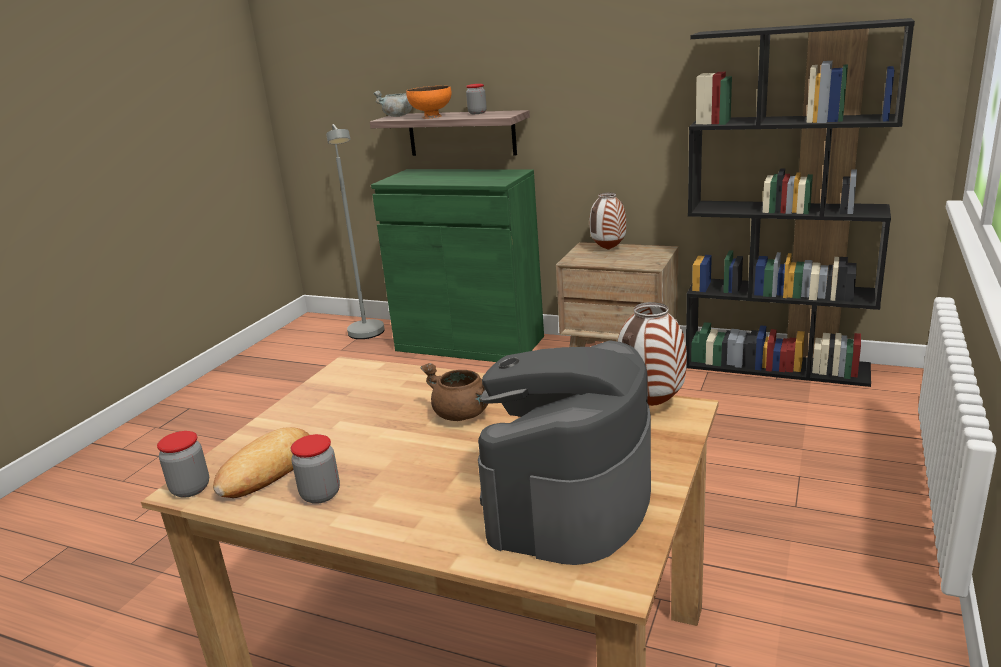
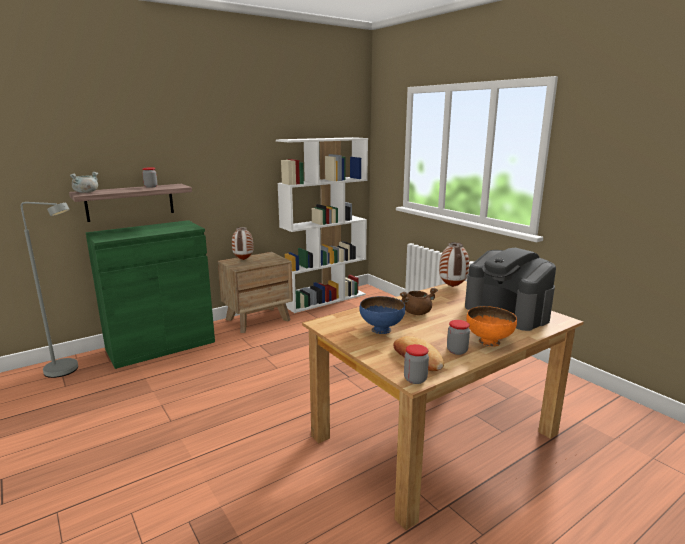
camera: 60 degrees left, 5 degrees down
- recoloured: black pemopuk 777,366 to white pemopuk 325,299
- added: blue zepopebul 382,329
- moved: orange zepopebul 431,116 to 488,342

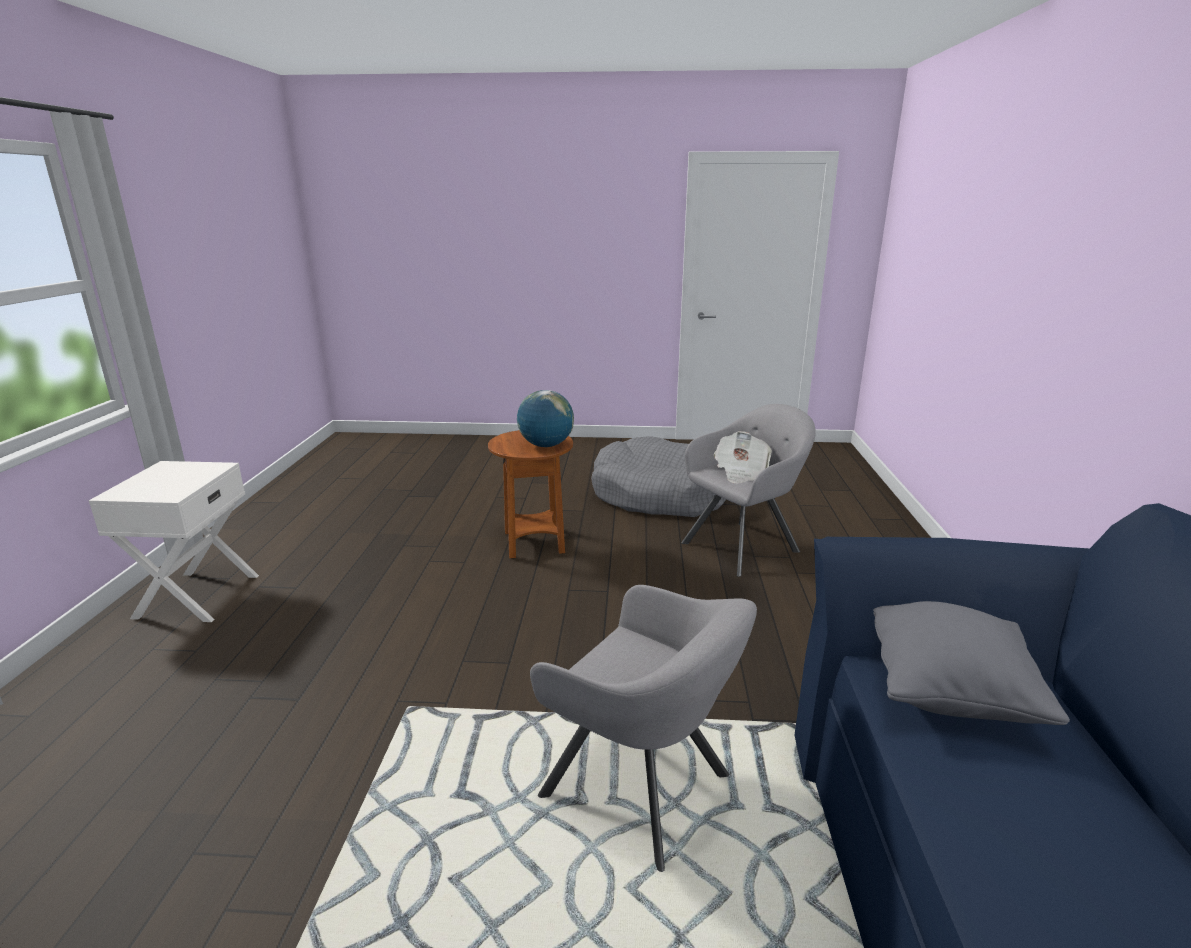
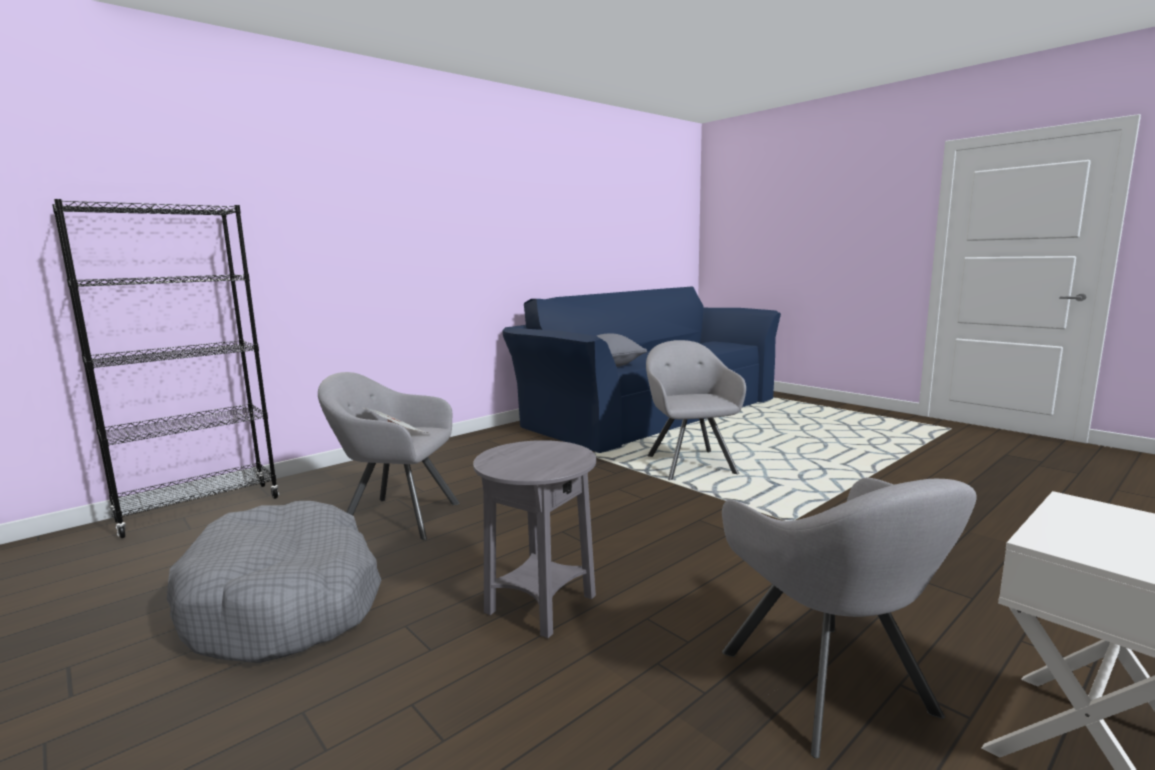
camera: 135 degrees left, 10 degrees down
- added: black pemopuk 199,509
- recoloured: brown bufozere 534,543 to grey bufozere 540,605
- added: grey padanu 831,688
- removed: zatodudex 546,445

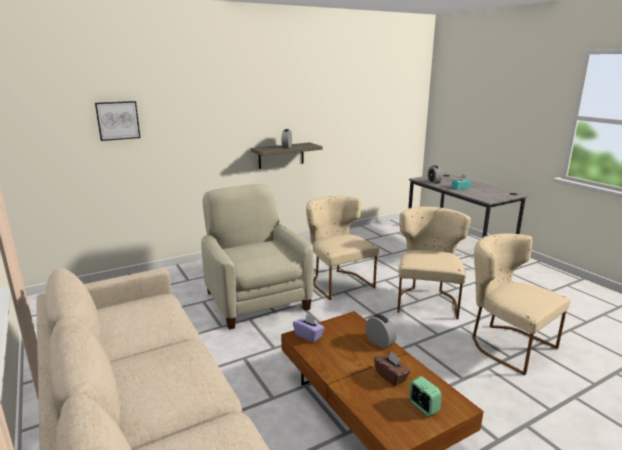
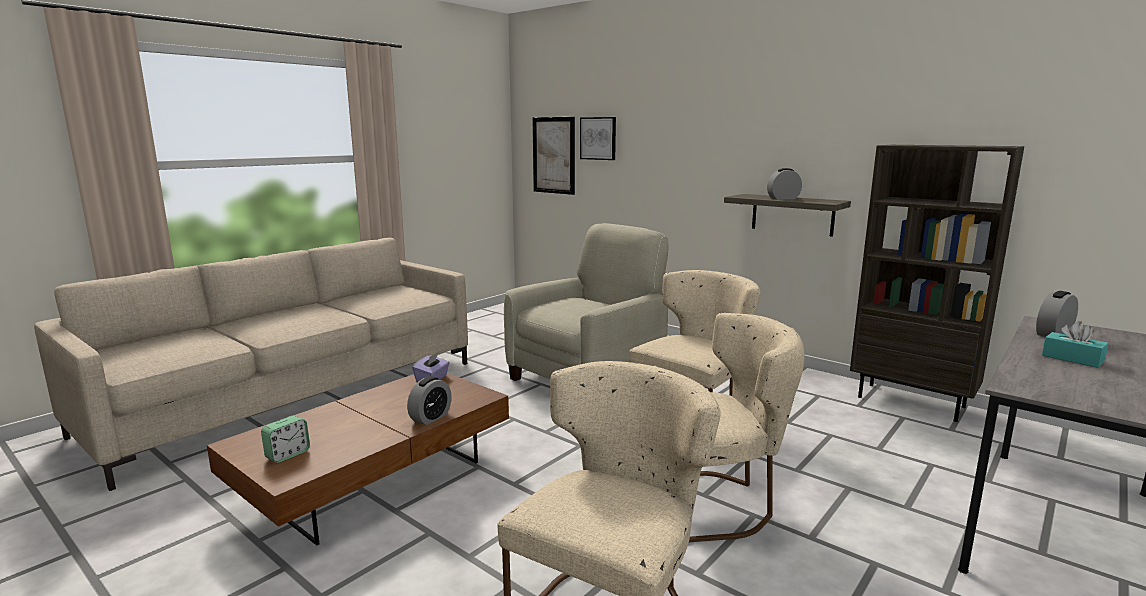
camera: 70 degrees right, 5 degrees down
- added: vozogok 553,155
- added: brown pemopuk 912,402
- removed: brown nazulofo 391,376

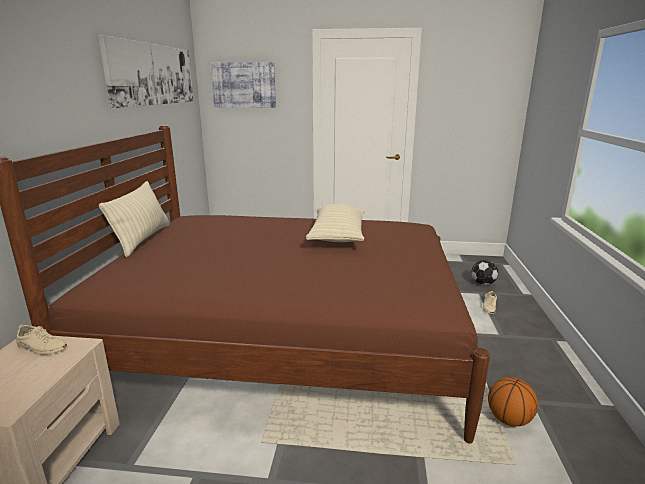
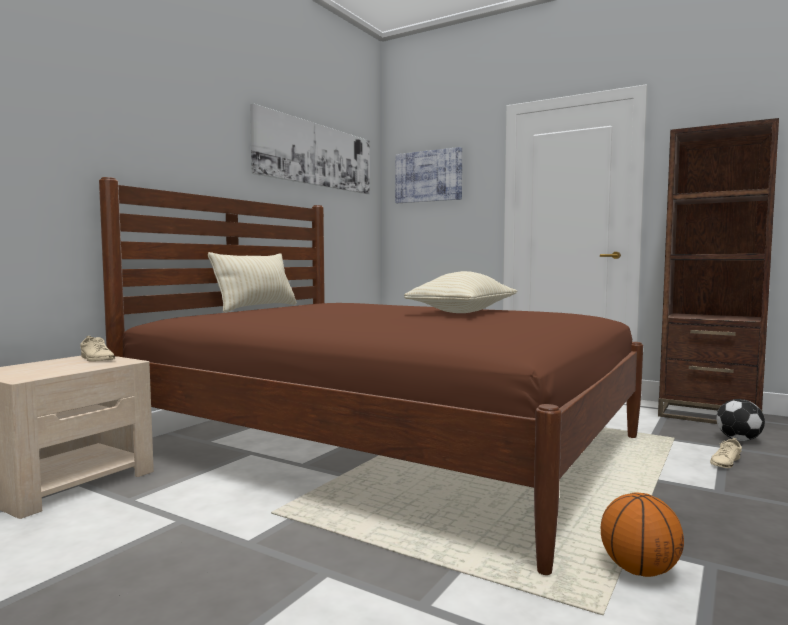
camera: 25 degrees right, 15 degrees down
- added: brown pemopuk 709,415

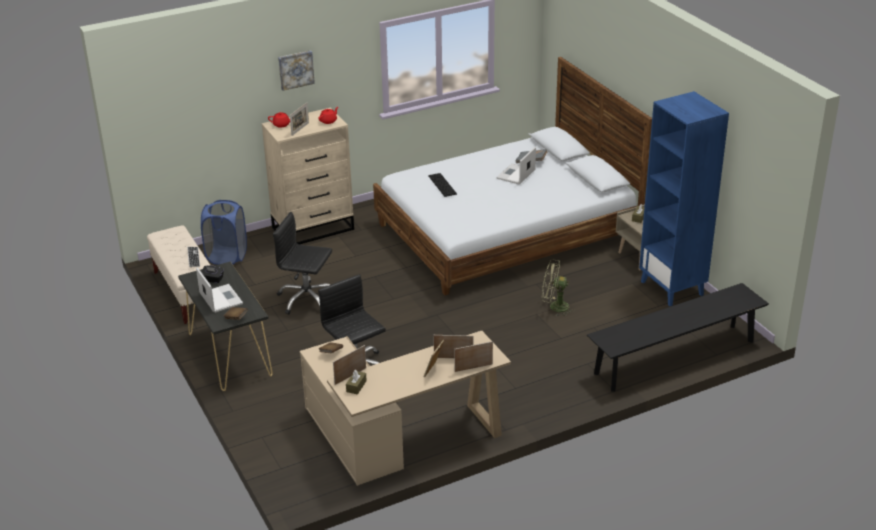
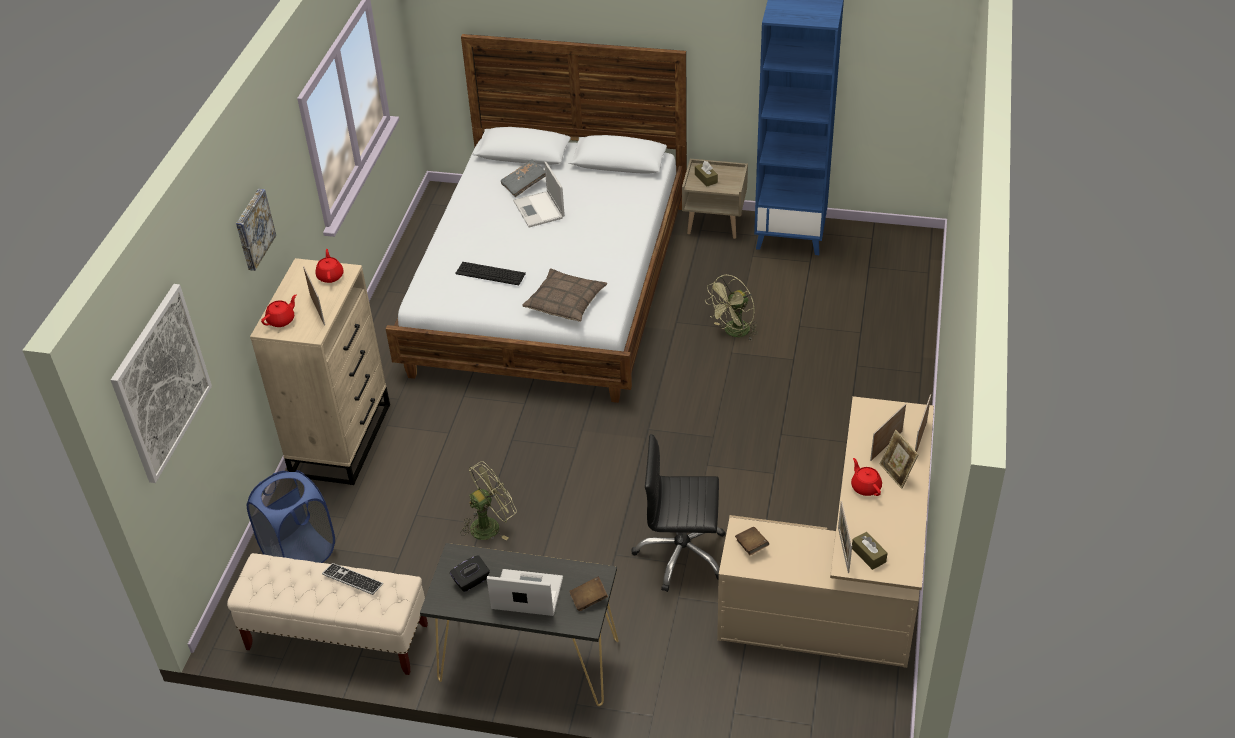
camera: 50 degrees left, 10 degrees up
- added: vozogok 161,382
- replaced: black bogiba 306,299 to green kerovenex 490,525
- added: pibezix 565,302
- added: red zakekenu 865,487
- removed: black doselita 674,357

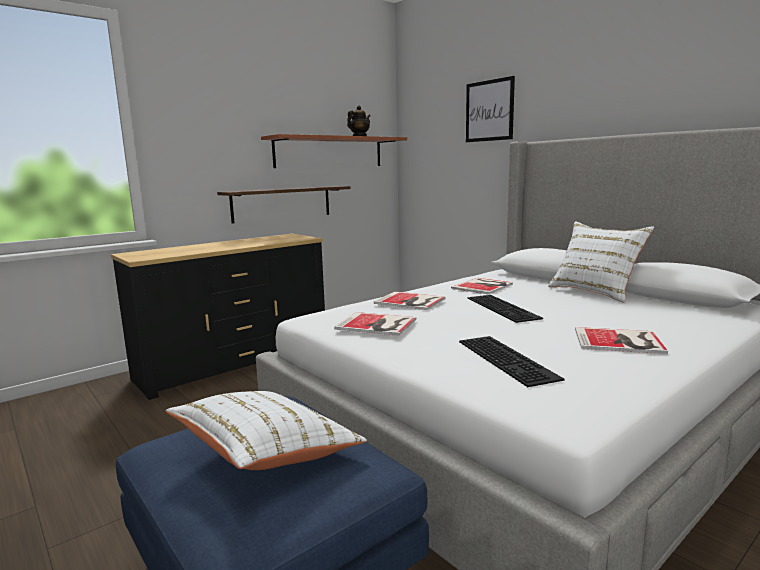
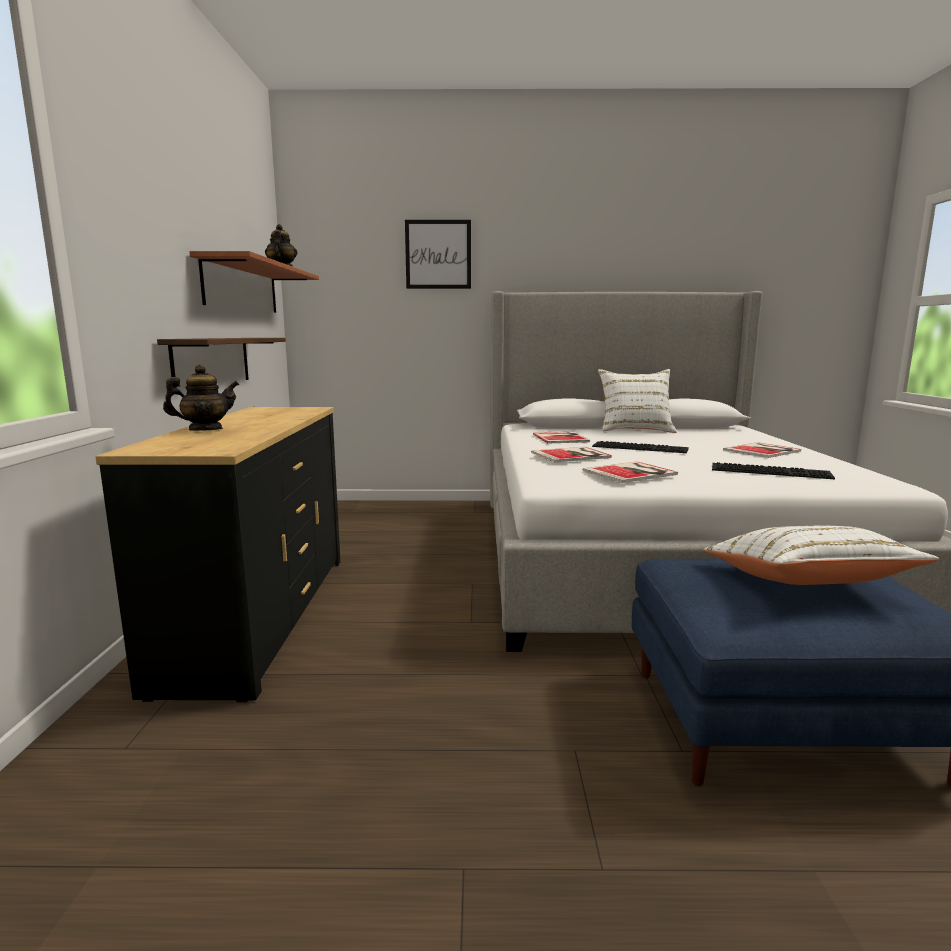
camera: 50 degrees left, 0 degrees up
- added: zakekenu 205,430

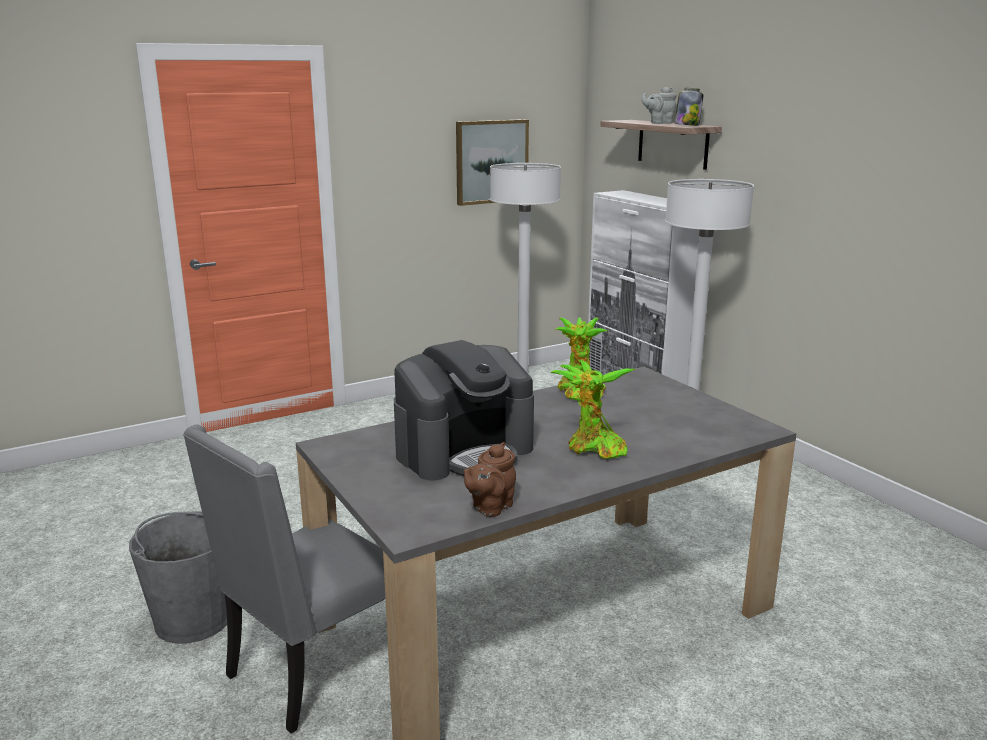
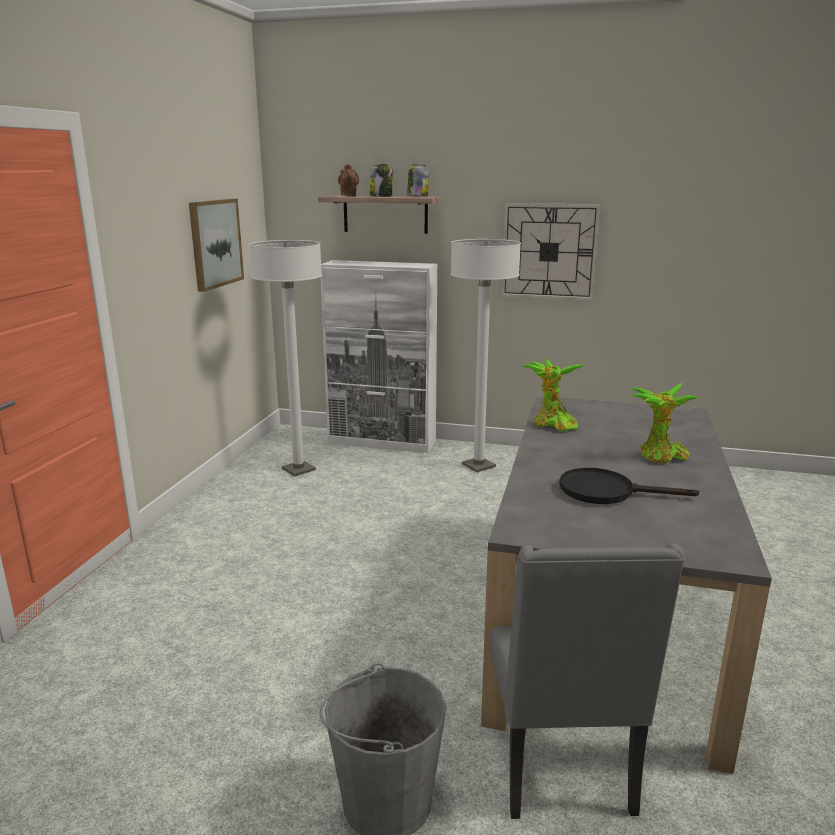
camera: 45 degrees left, 0 degrees up
- moved: brown zakekenu 490,508 to 348,196
- replaced: grey zakekenu 659,123 to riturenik 381,196
- added: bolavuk 549,251
- replaced: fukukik 464,451 to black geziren 607,491

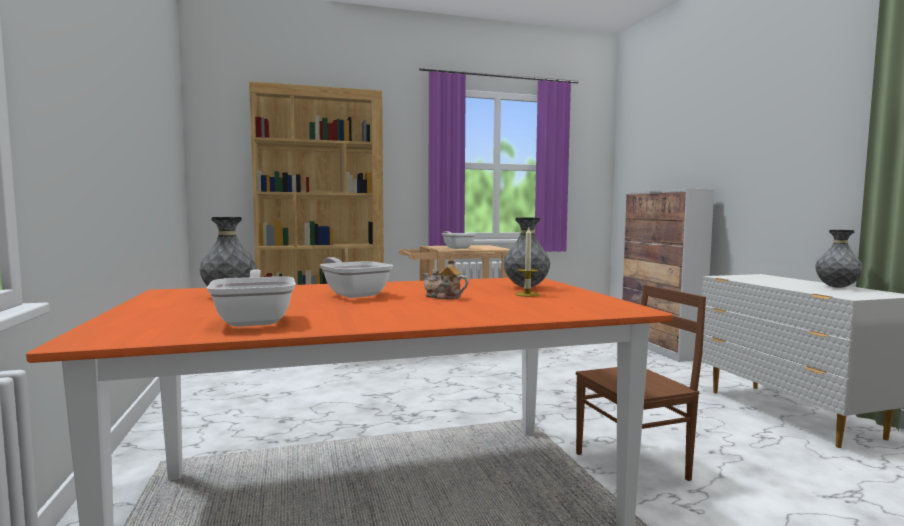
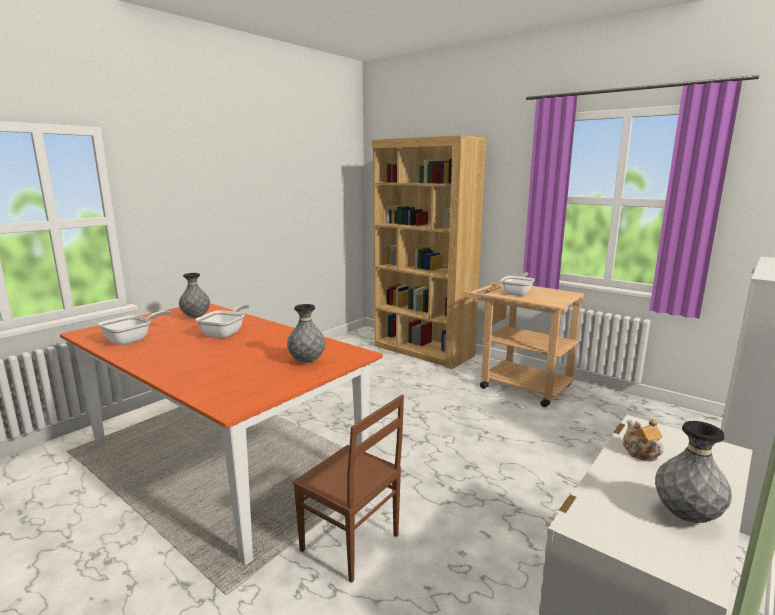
camera: 55 degrees right, 10 degrees up
- moved: zakekenu 443,297 to 639,452
- removed: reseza 527,294

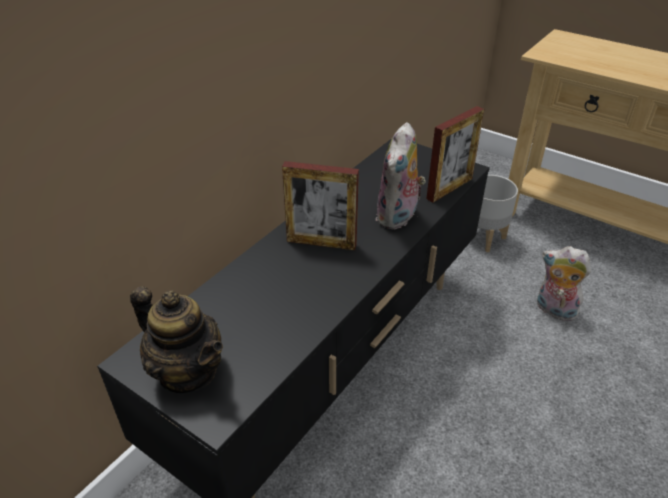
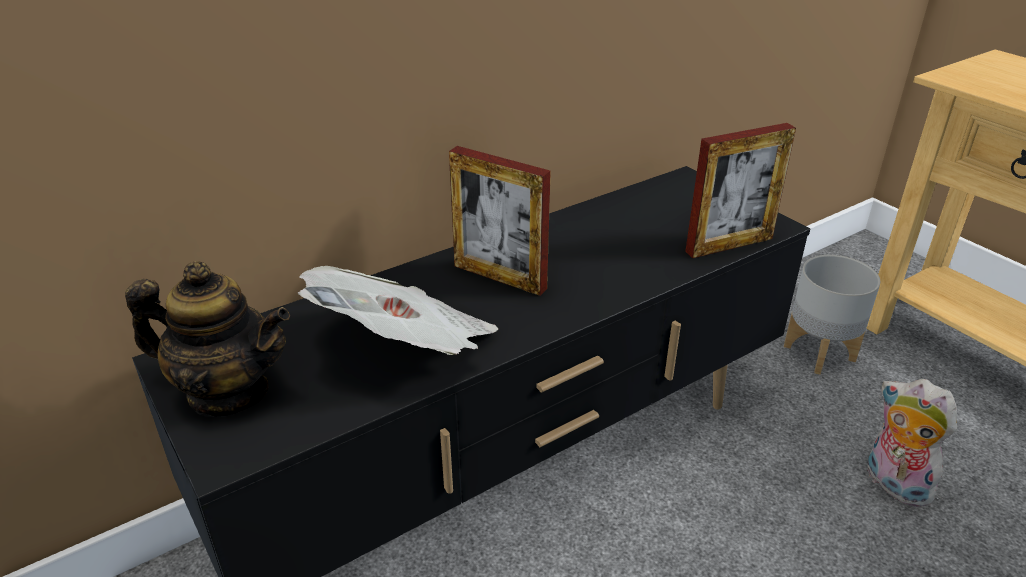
camera: 20 degrees right, 5 degrees down
- turned: zakekenu 188,372 = 228,392 45 degrees counterclockwise
- added: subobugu 407,349
- removed: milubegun 398,217

